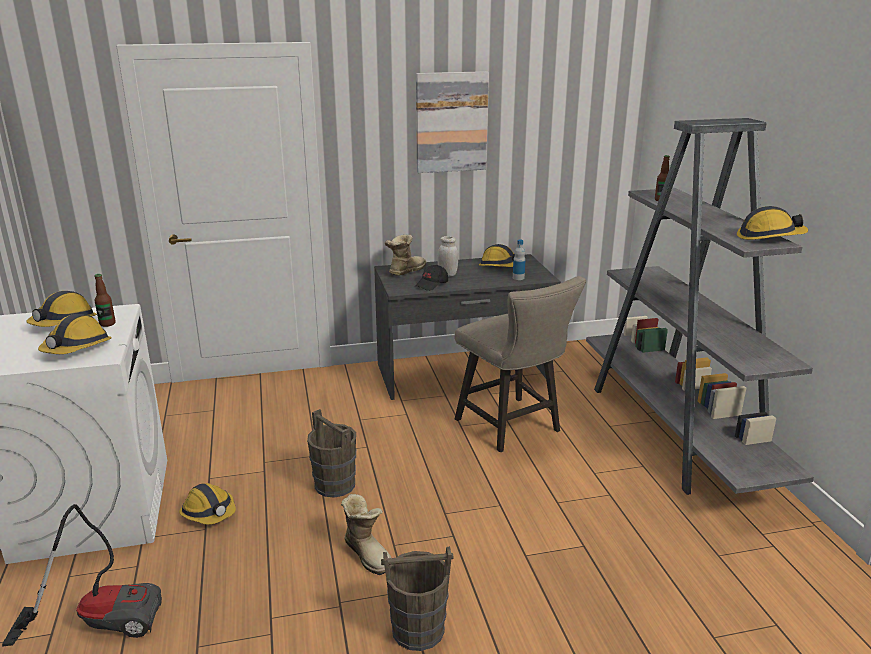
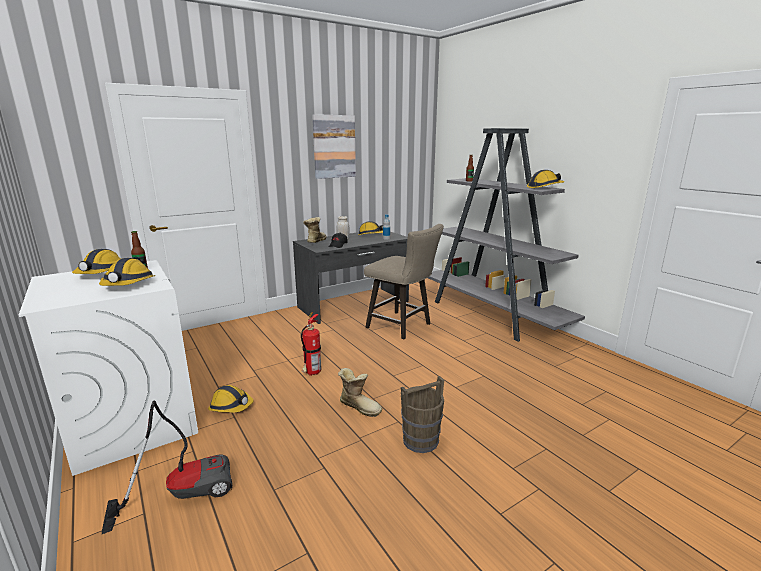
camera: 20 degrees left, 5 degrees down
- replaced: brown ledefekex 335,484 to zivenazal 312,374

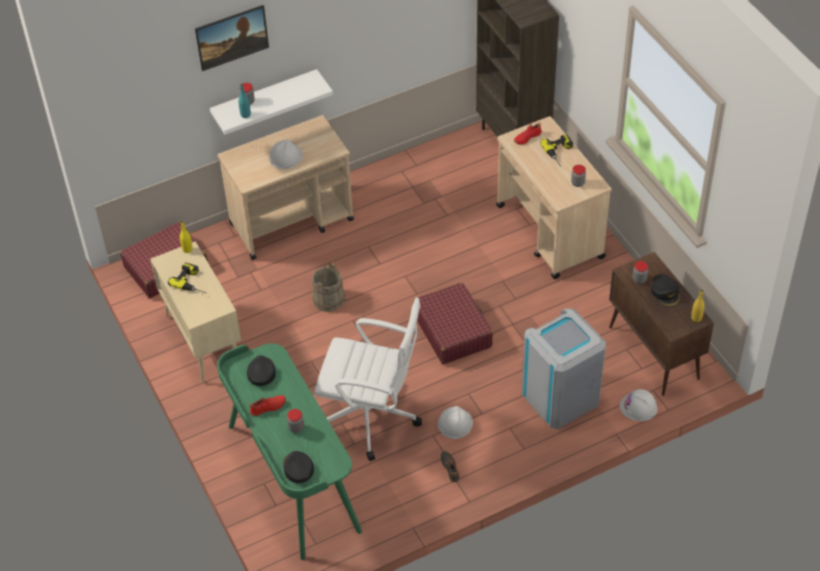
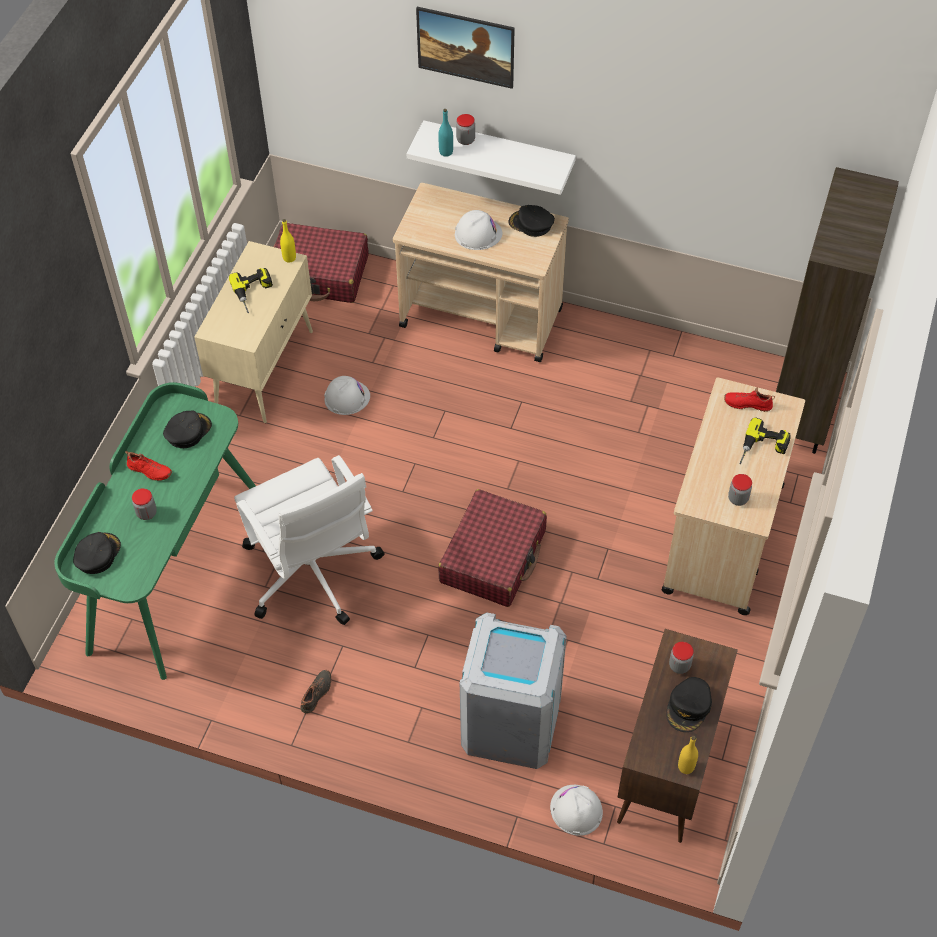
camera: 45 degrees right, 5 degrees up
- moved: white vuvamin 455,423 to 347,397
- added: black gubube 531,224
- removed: beige ledefekex 328,299

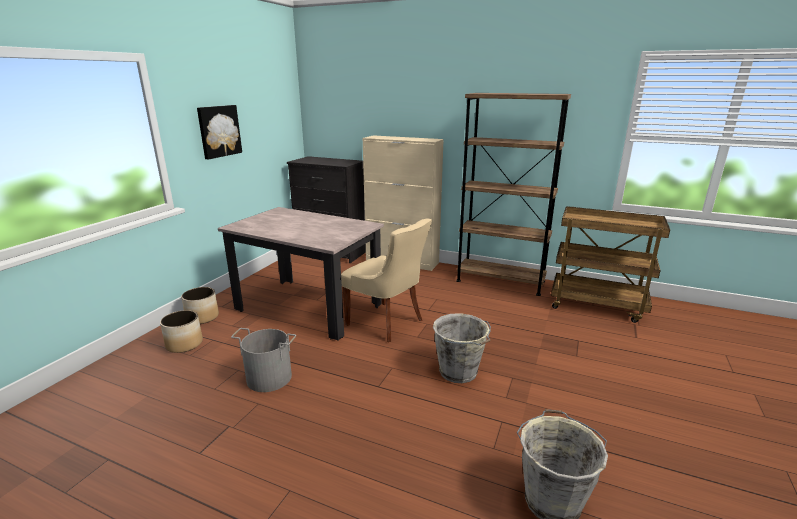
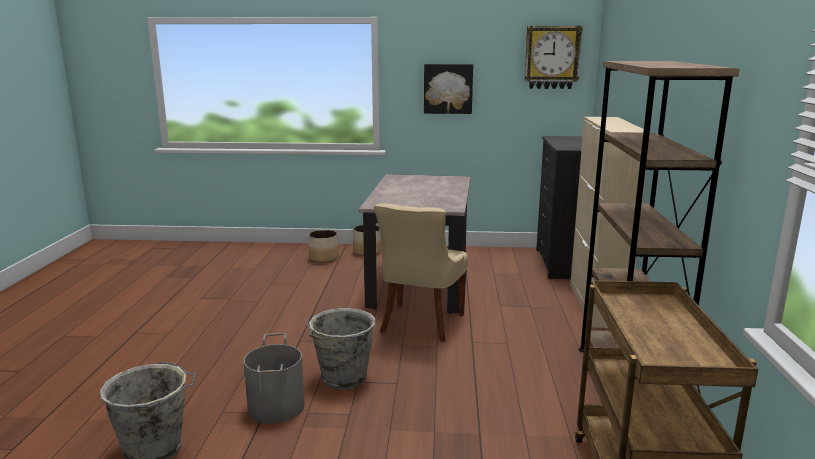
camera: 70 degrees right, 5 degrees down
- moved: grey ledefekex 269,377 to 277,407
- added: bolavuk 552,57

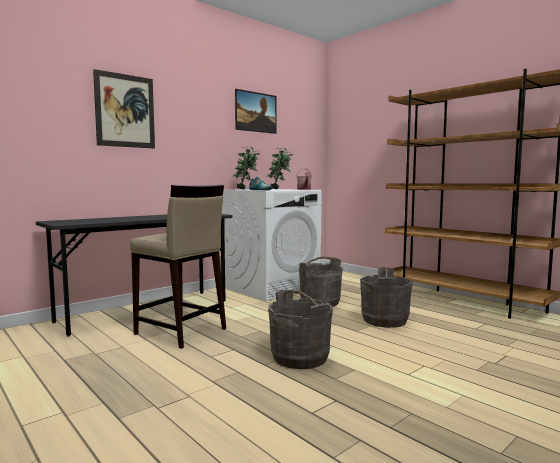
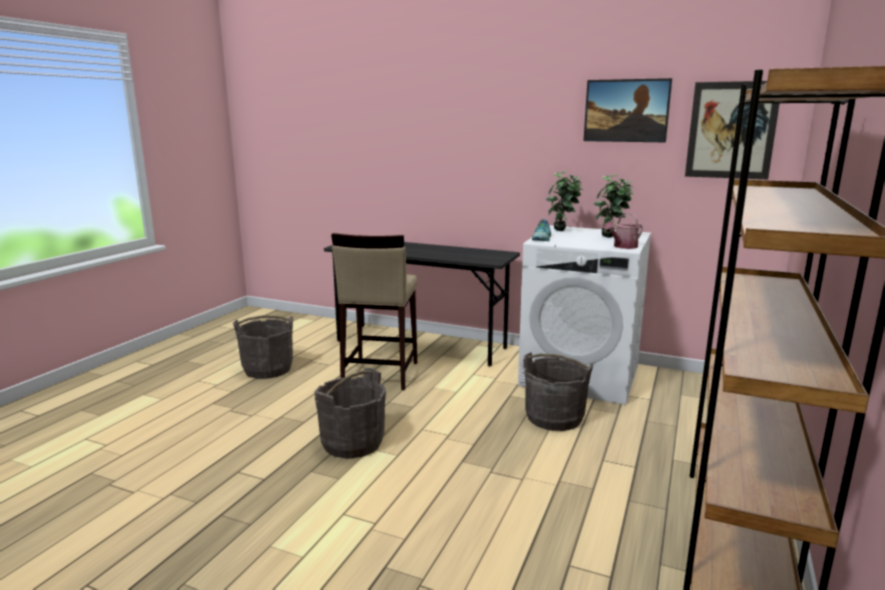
camera: 65 degrees right, 10 degrees up
- moved: grey ledefekex 384,320 to 268,369
- moved: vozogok 125,111 to 731,130

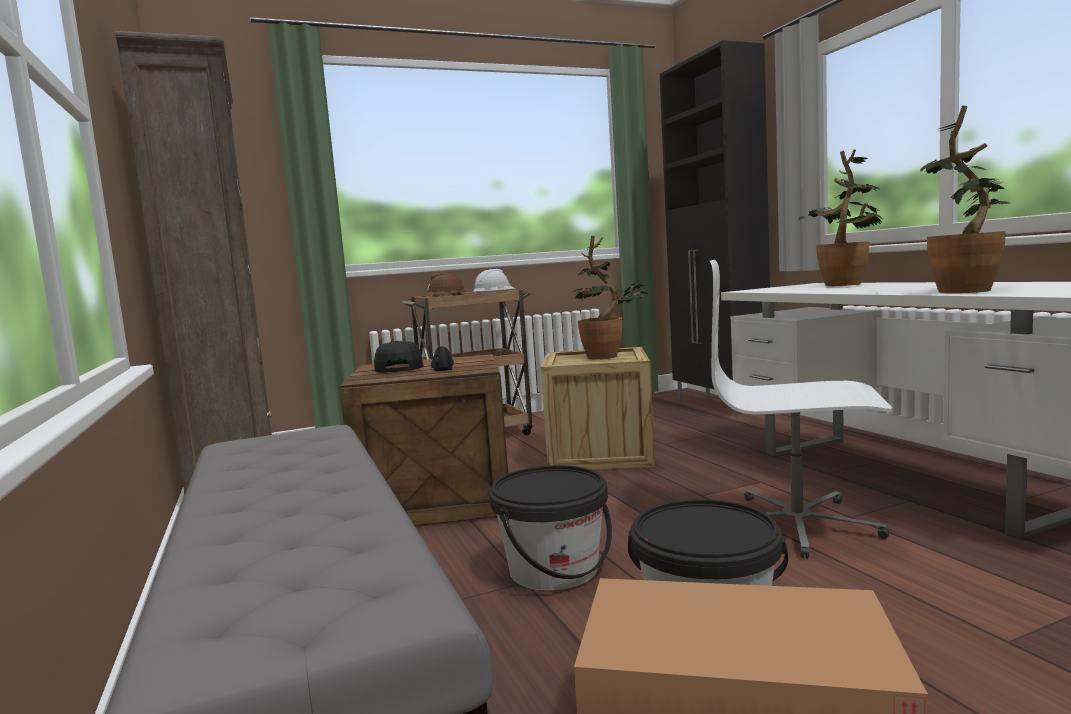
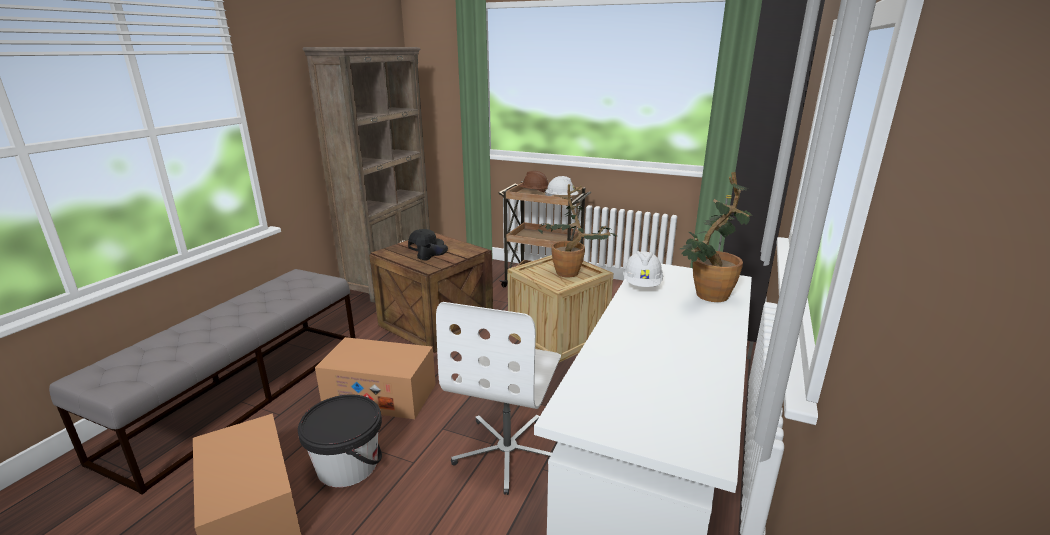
camera: 45 degrees right, 15 degrees up
- replaced: black ledefekex 554,569 to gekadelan 380,395
- turned: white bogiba 798,524 = 508,451 135 degrees counterclockwise
- added: white vuvamin 642,285
- removed: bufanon 971,290

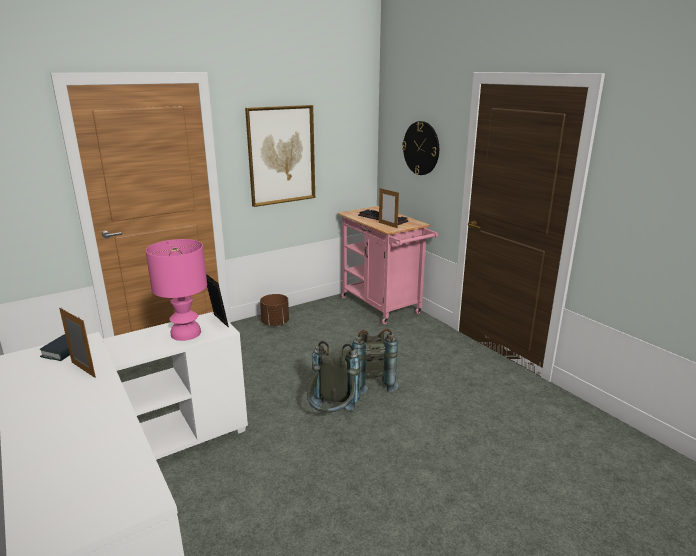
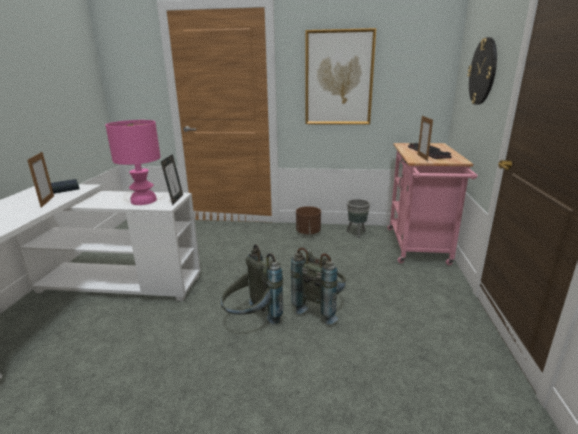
camera: 40 degrees right, 0 degrees up
- added: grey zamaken 356,233

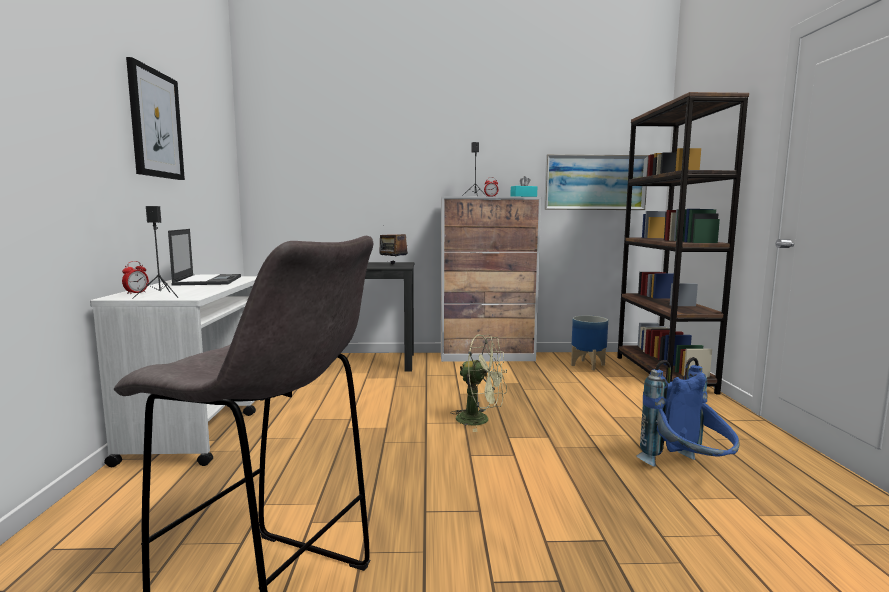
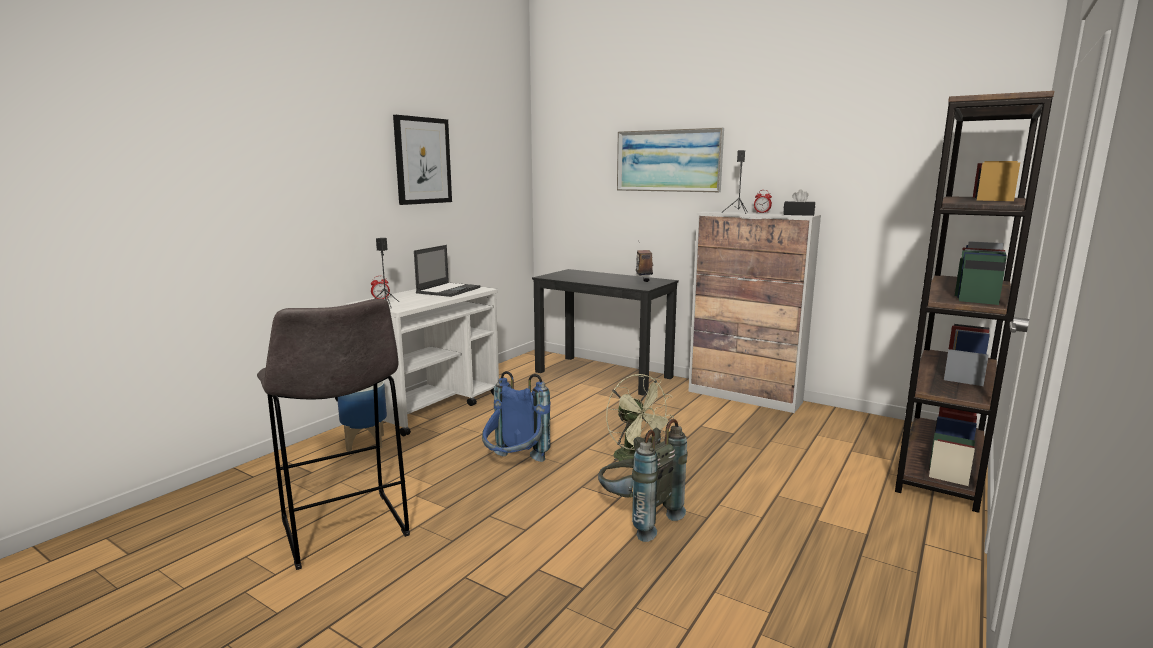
camera: 35 degrees right, 5 degrees up
- moved: zamaken 588,365 to 365,443
- moved: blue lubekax 688,473 to 515,466
- added: grey lubekax 637,518
- moved: vozogok 595,182 to 668,160
- recoloured: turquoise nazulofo 523,196 to black nazulofo 798,214

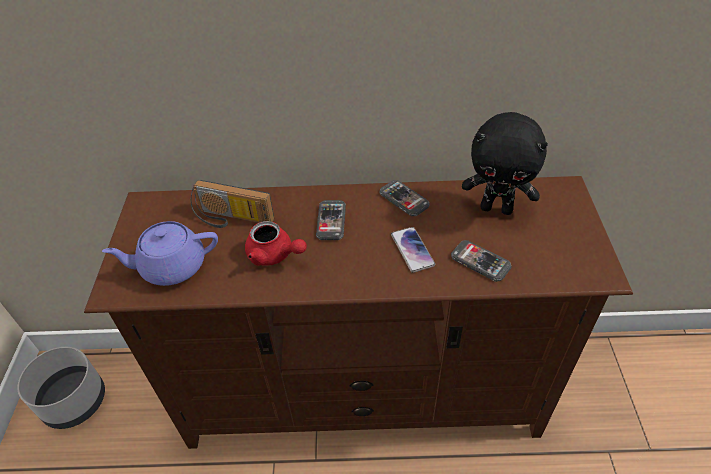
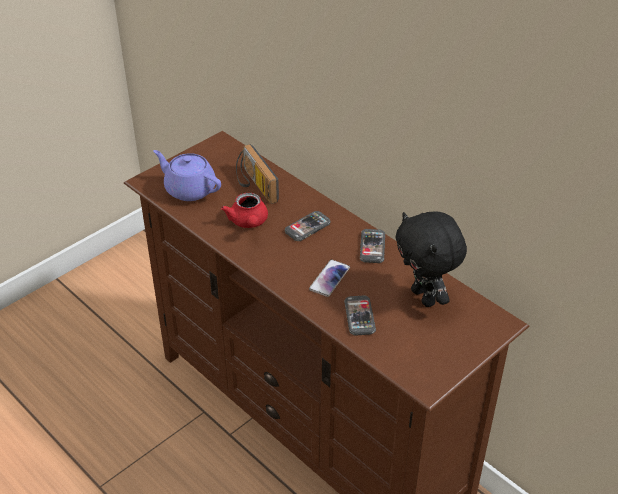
camera: 45 degrees right, 5 degrees down
- removed: grey zamaken 75,400

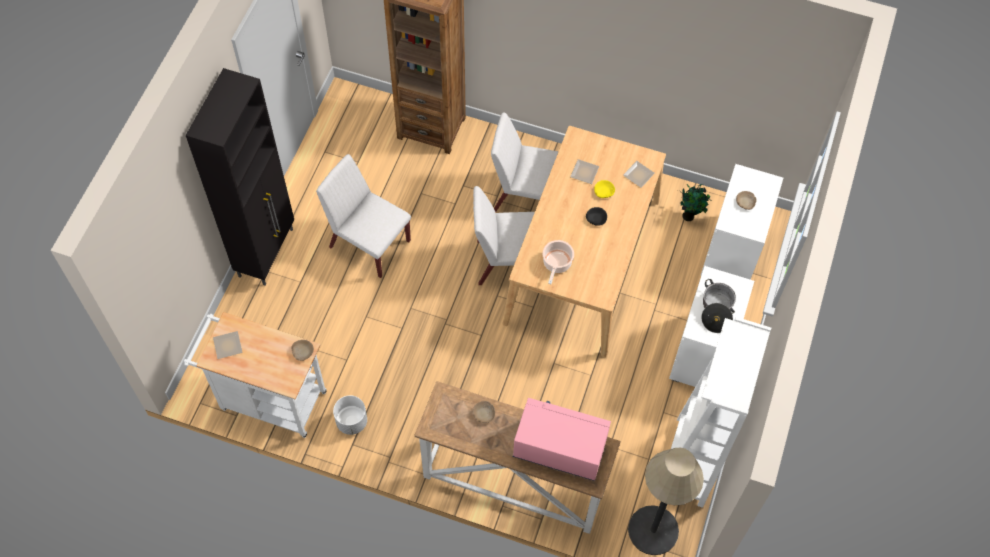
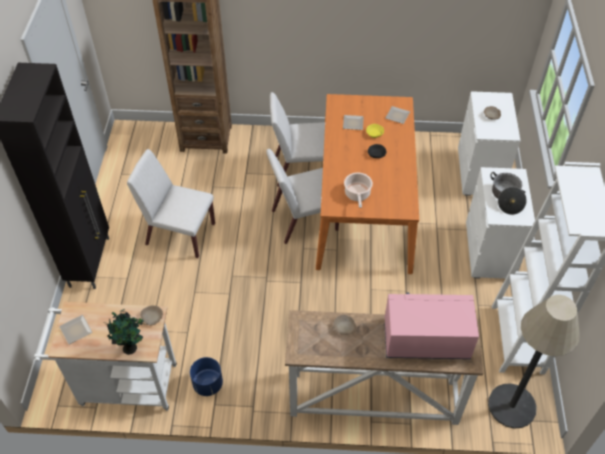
camera: 15 degrees left, 10 degrees down
- moved: bufanon 689,216 to 131,348
- recoloured: white zamaken 351,421 to blue zamaken 207,384
- recoloured: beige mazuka 582,261 to orange mazuka 364,206

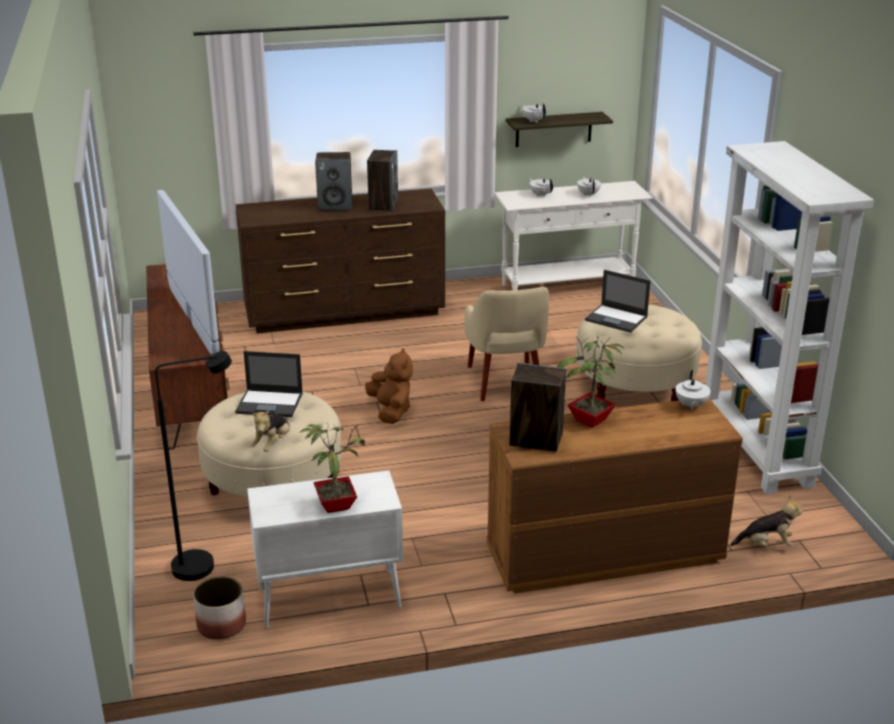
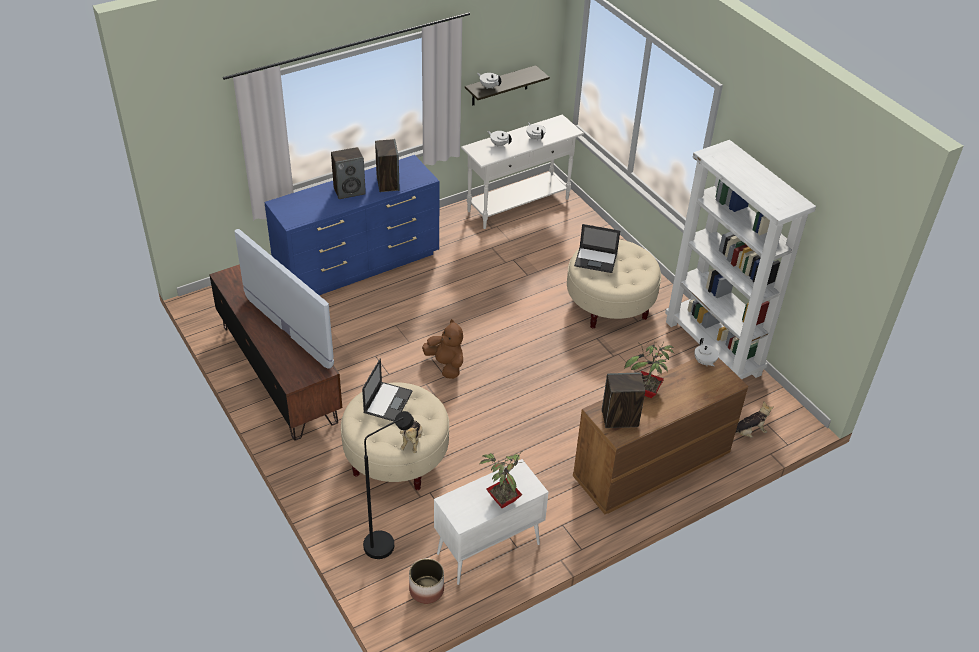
camera: 20 degrees left, 15 degrees up
- recoloured: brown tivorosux 345,313 to blue tivorosux 359,266
- turned: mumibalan 270,403 = 388,401 60 degrees counterclockwise
- removed: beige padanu 505,382

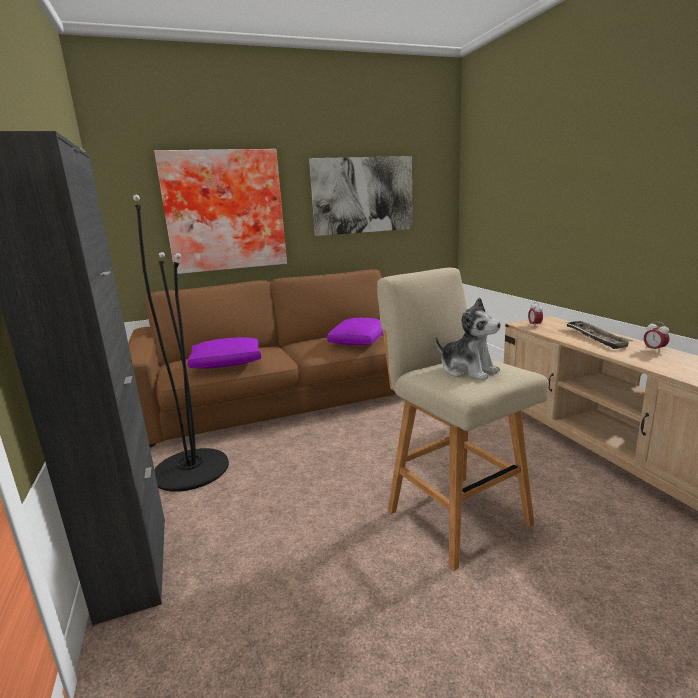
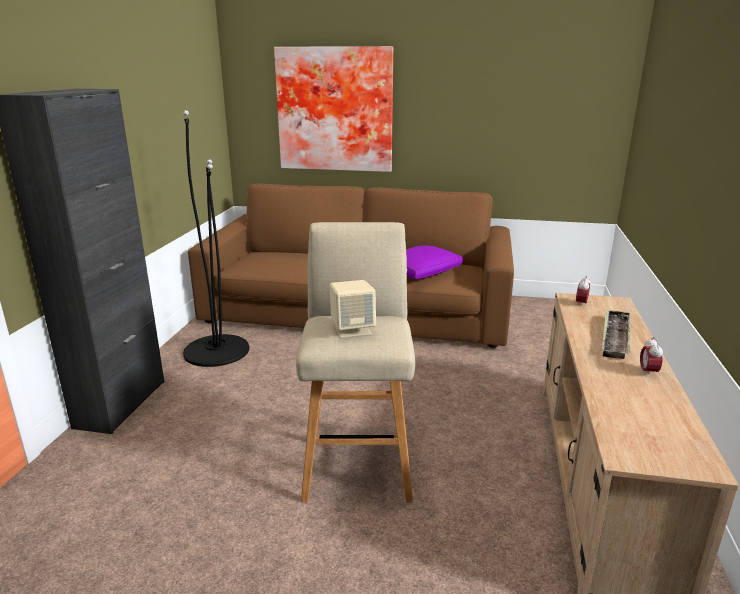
camera: 30 degrees right, 5 degrees up
- replaced: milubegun 468,370 to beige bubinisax 352,329
- removed: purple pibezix 227,363
- removed: vozogok 363,195

